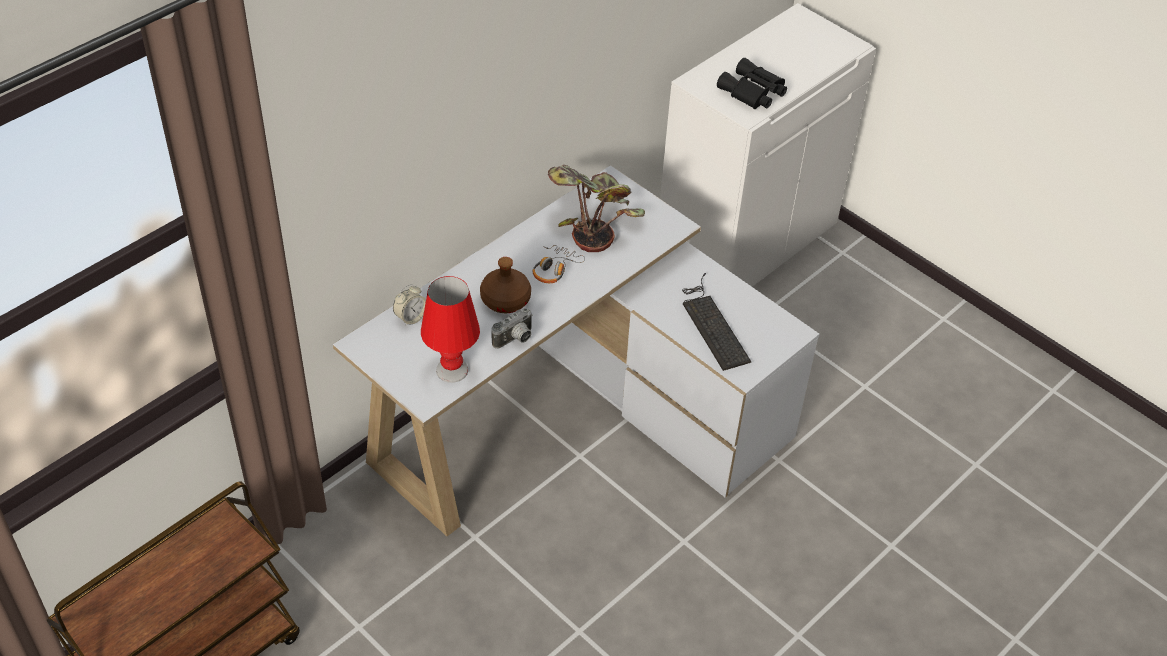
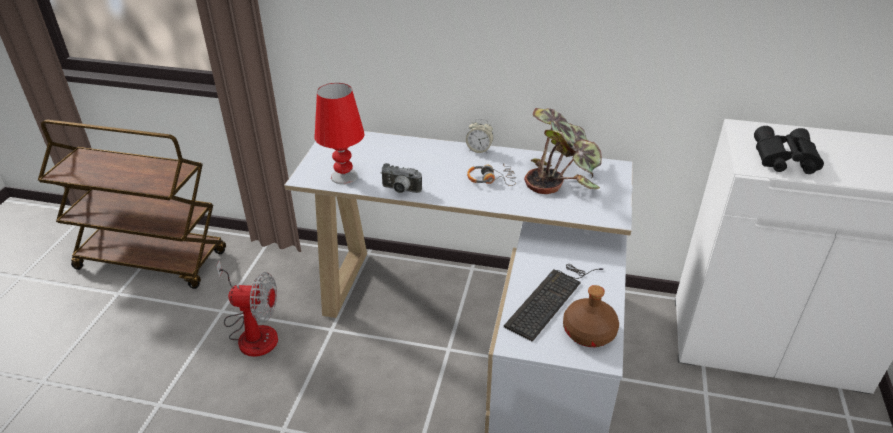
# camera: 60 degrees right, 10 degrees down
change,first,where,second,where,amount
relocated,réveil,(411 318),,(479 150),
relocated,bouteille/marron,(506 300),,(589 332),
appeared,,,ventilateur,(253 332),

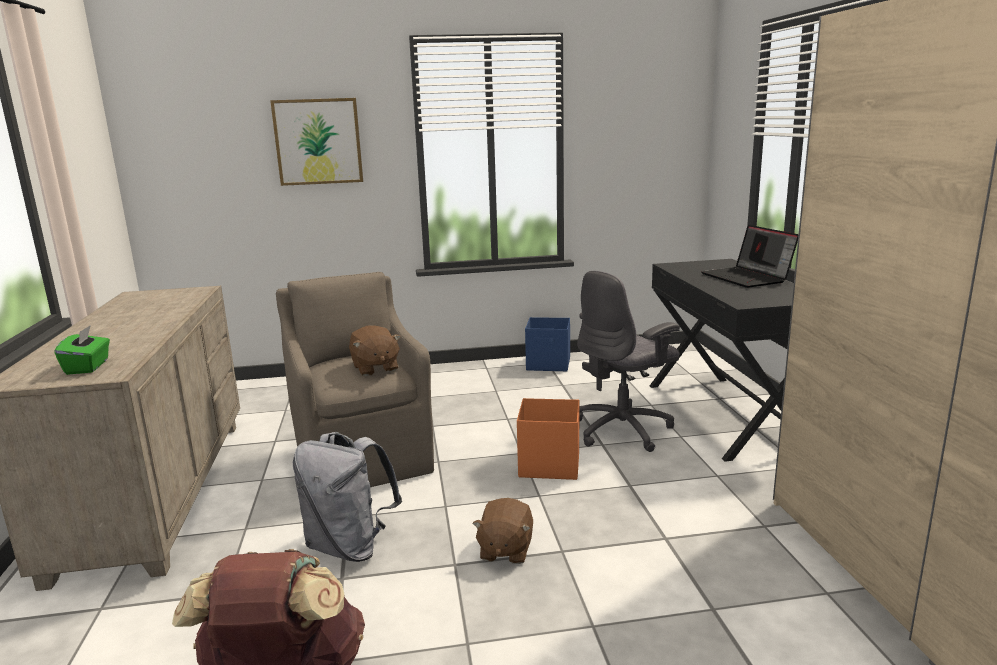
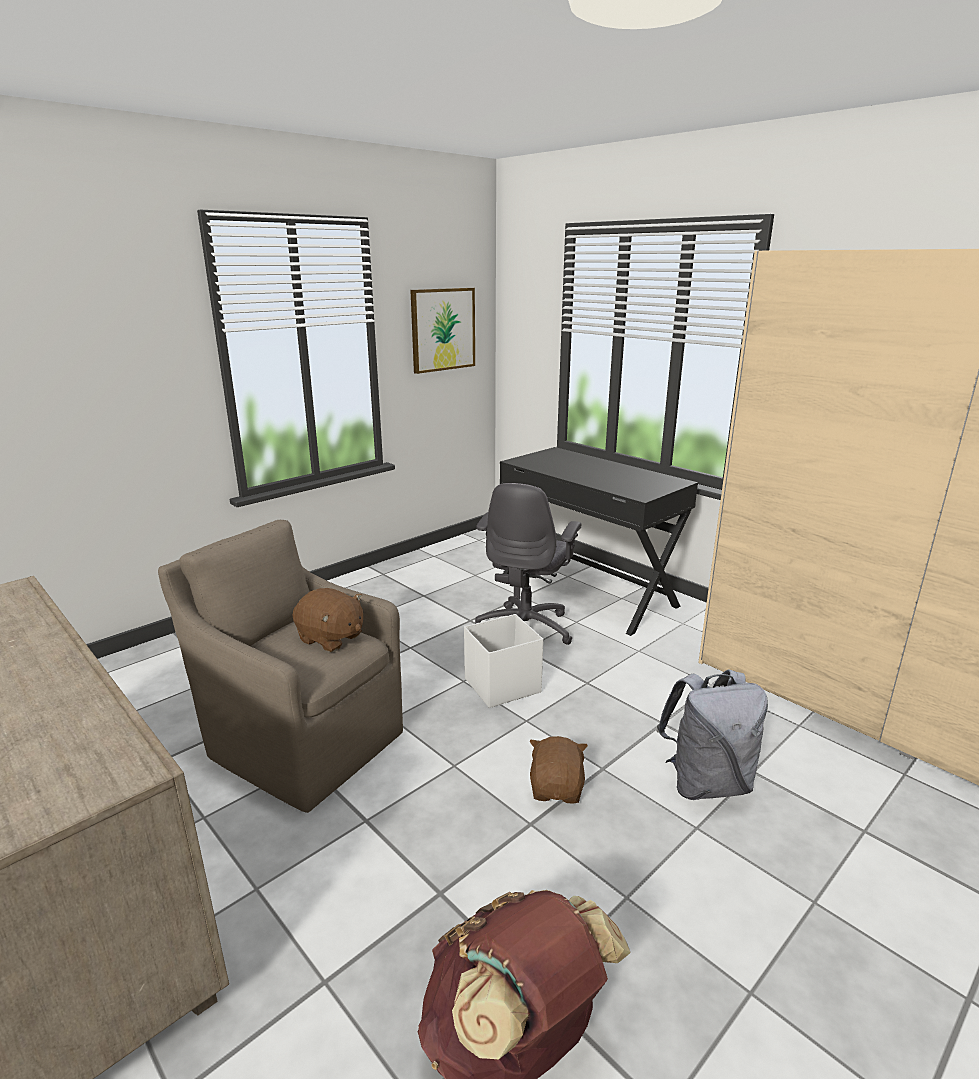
# camera: 35 degrees left, 5 degrees up
change,first,where,second,where,amount
missing,boîte à mouchoirs/vert,(88 367),,,
relocated,tableau,(318 142),,(443 329),
relocated,sac à dos/gris,(350 547),,(706 783),
spun,peluche/marron,(505 550),,(557 788),150 degrees counterclockwise
colour,boîte de rangement/orange,(548 465),boîte de rangement/blanc,(501 686),
missing,boîte de rangement/bleu,(549 364),,,
missing,ordinateur portable,(747 278),,,

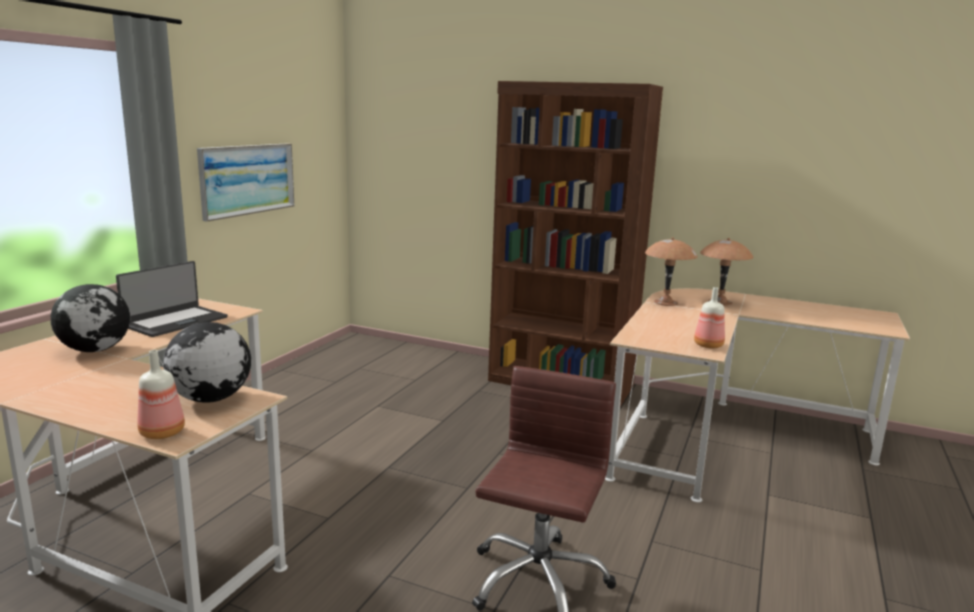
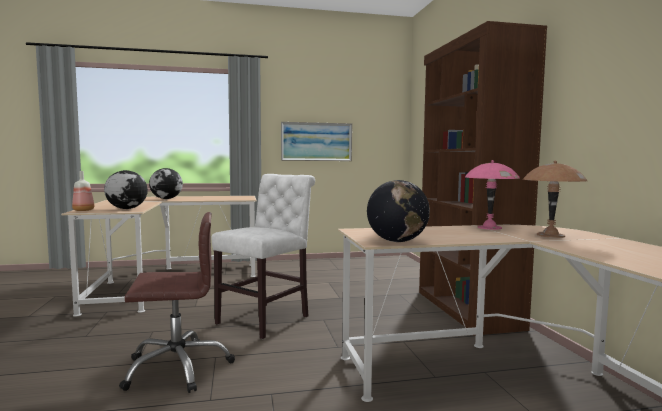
# camera: 55 degrees right, 10 degrees down
change,first,where,second,where,amount
missing,ordinateur portable,(175 321),,,
colour,lampe de table/marron,(665 302),lampe de table/rose,(489 227),
exchanged,bouteille,(708 345),globe,(397 241),
appeared,,,chaise/blanc,(267 319),

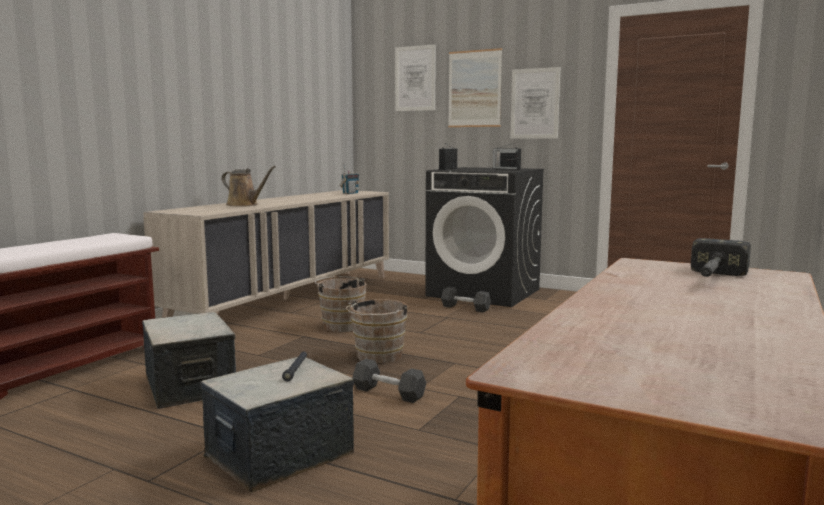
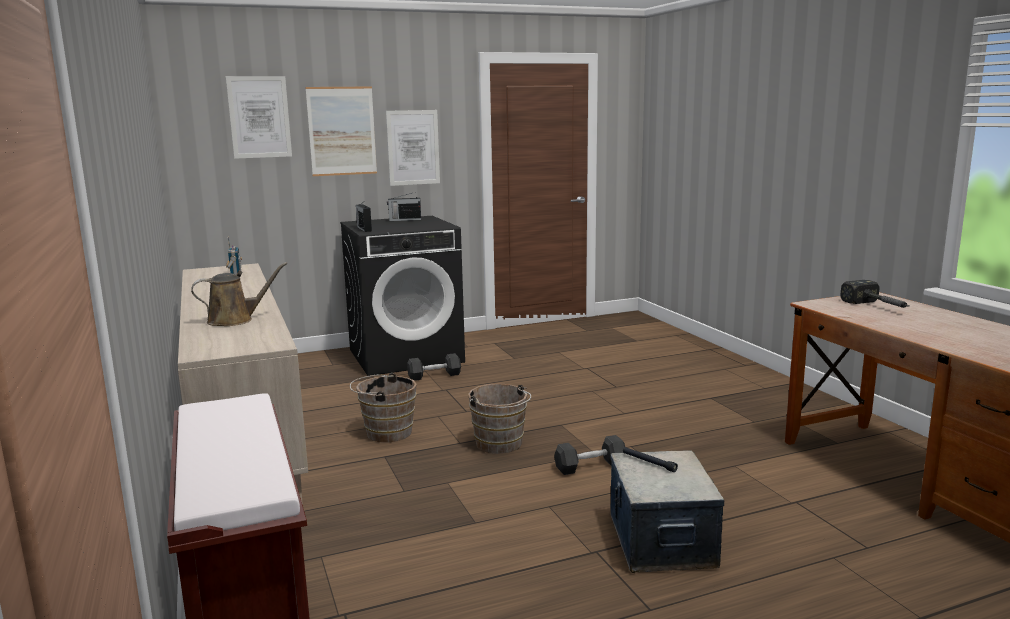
# camera: 50 degrees left, 5 degrees up
change,first,where,second,where,amount
missing,boîte de rangement,(191 386),,,

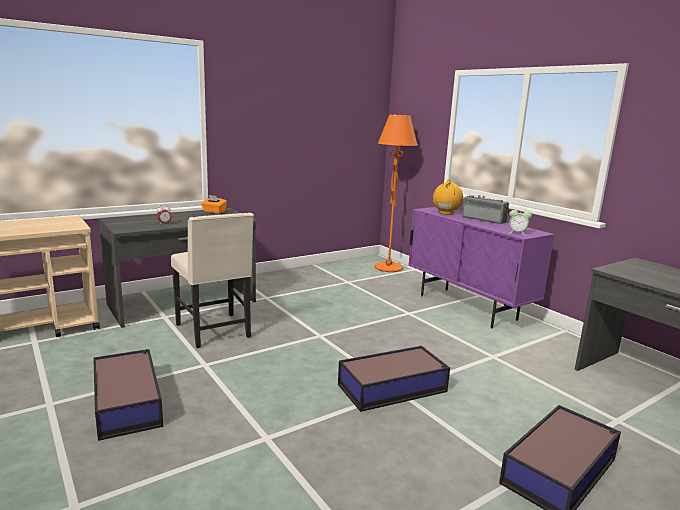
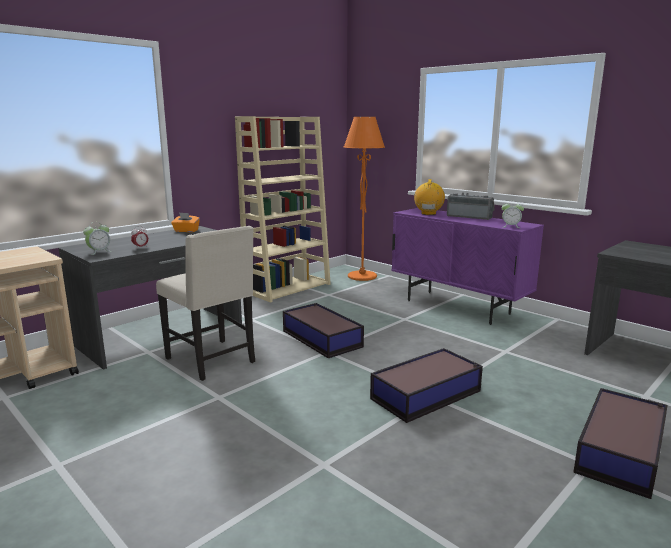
# camera: 10 degrees left, 0 degrees up
change,first,where,second,where,amount
relocated,boîte de rangement,(128 402),,(321 338),
appeared,,,réveil,(99 252),
appeared,,,bibliothèque/beige,(288 288),

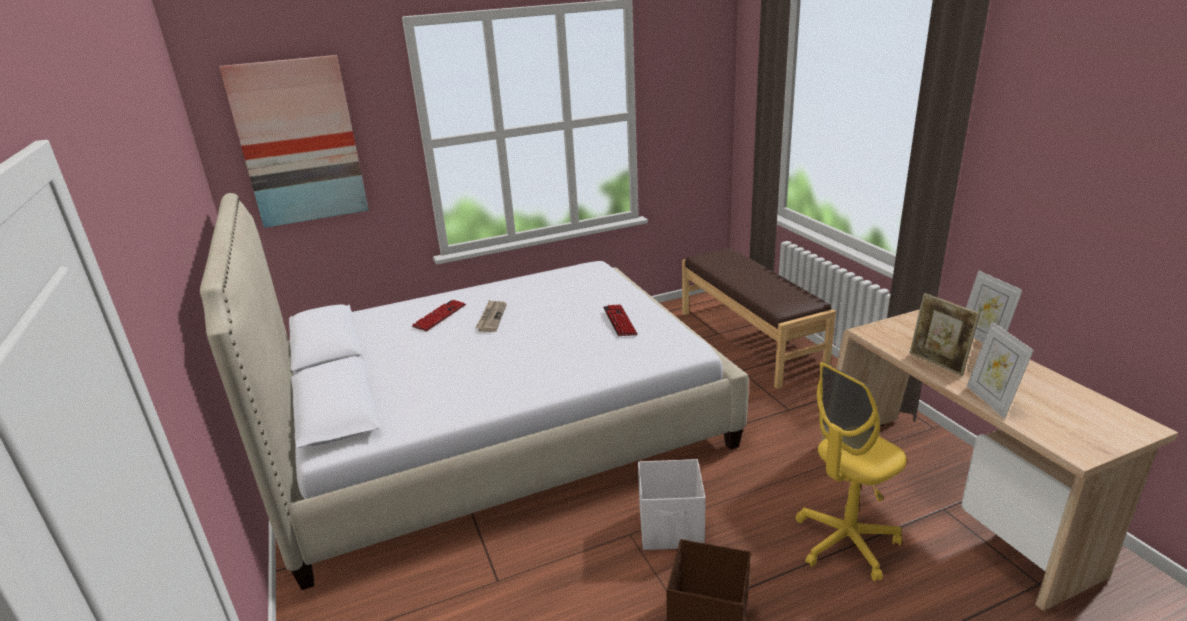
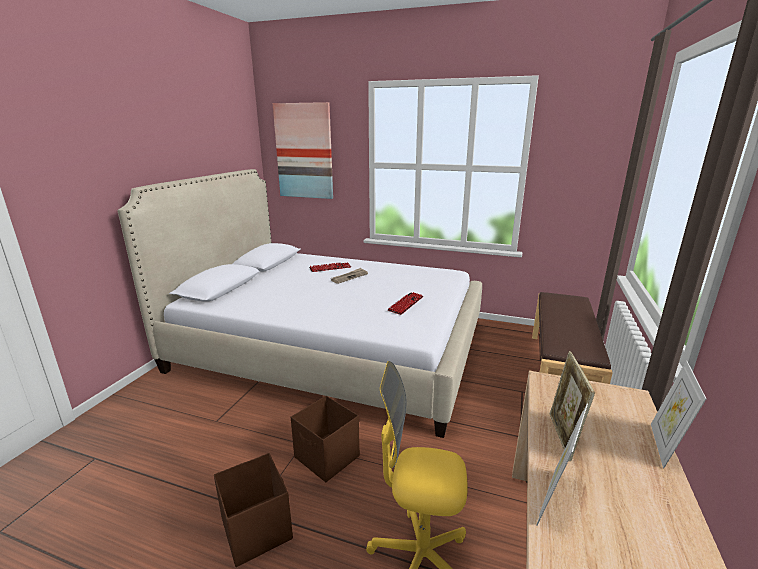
# camera: 40 degrees right, 5 degrees down
change,first,where,second,where,amount
colour,boîte de rangement/blanc,(672 529),boîte de rangement/marron,(327 458),

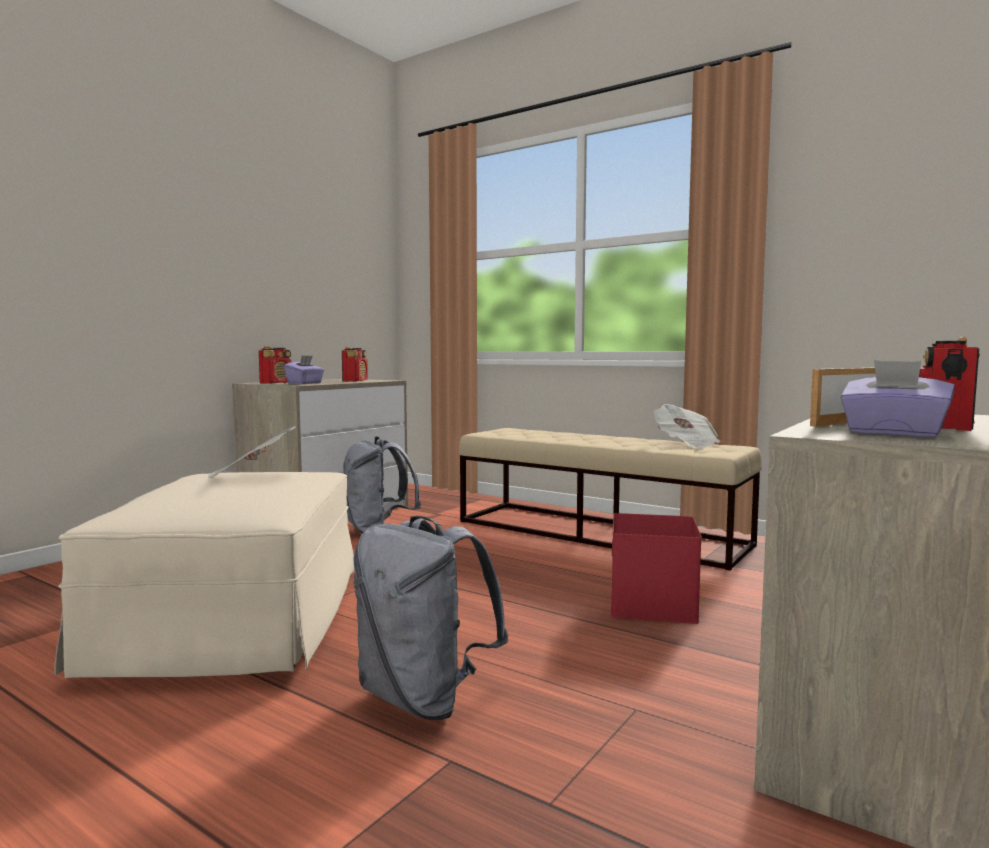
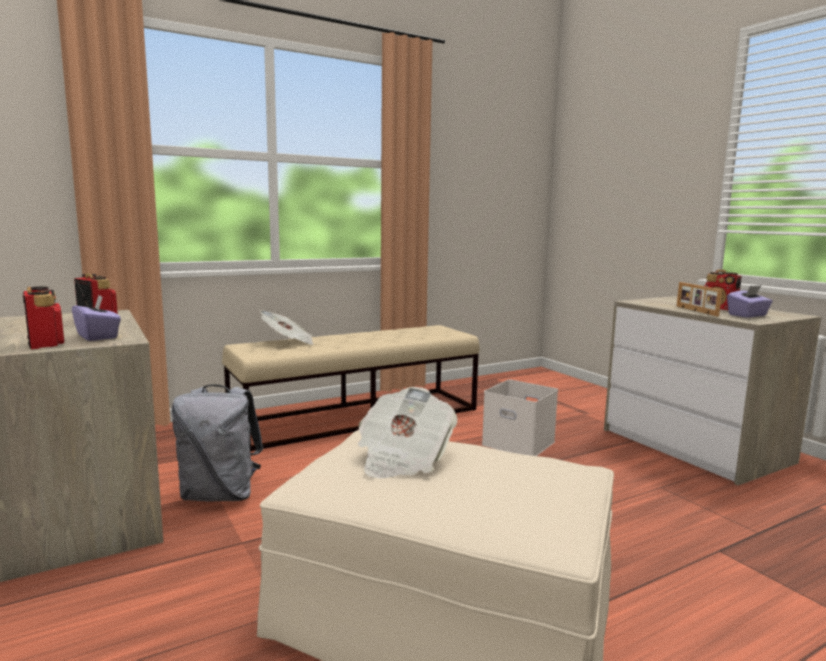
# camera: 65 degrees left, 5 degrees up
change,first,where,second,where,amount
missing,sac à dos/gris,(424 699),,,
colour,boîte de rangement/rouge,(654 605),boîte de rangement/blanc,(520 443),
relocated,journal,(685 444),,(288 342),

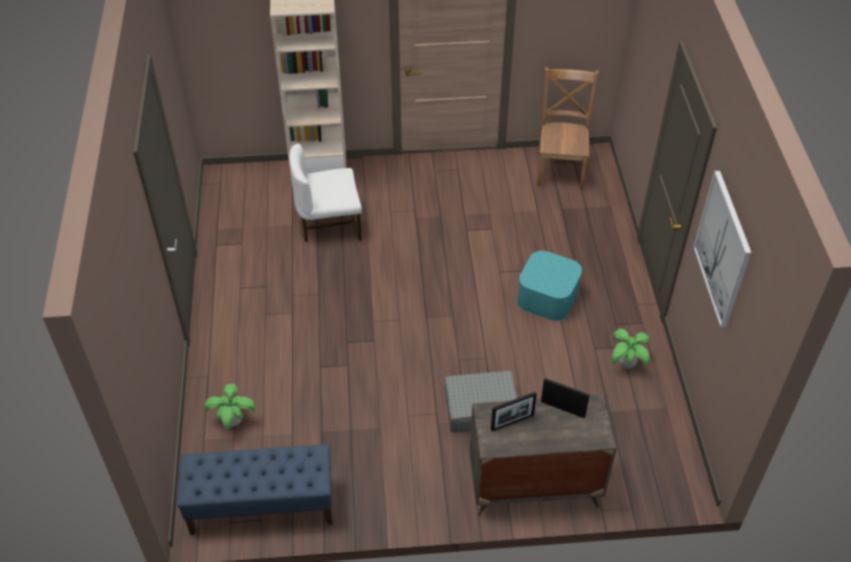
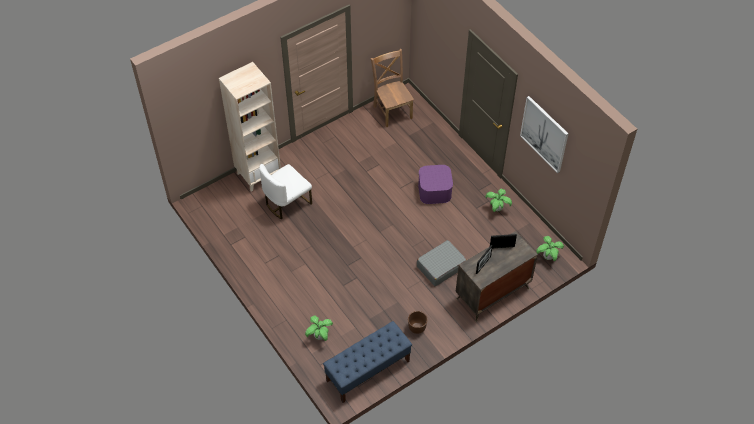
# camera: 30 degrees left, 5 degrees up
change,first,where,second,where,amount
colour,boîte de rangement/turquoise,(547 297),boîte de rangement/violet,(434 191),
appeared,,,cache-pot/marron,(417 328),
appeared,,,plante en pot,(548 257),

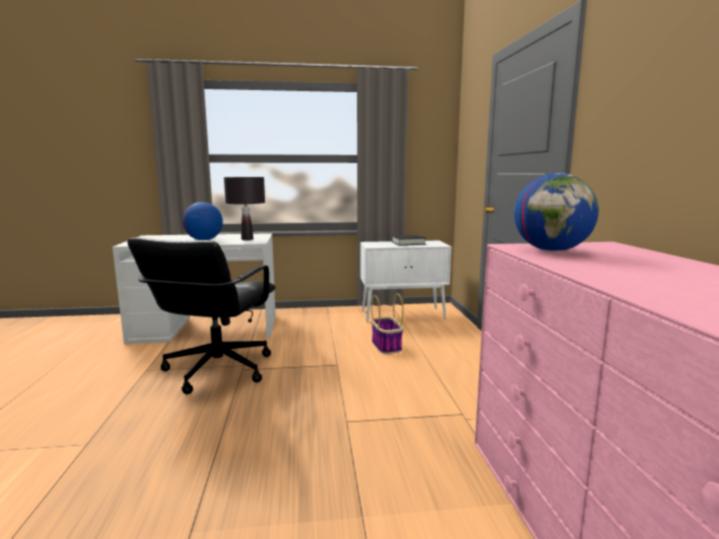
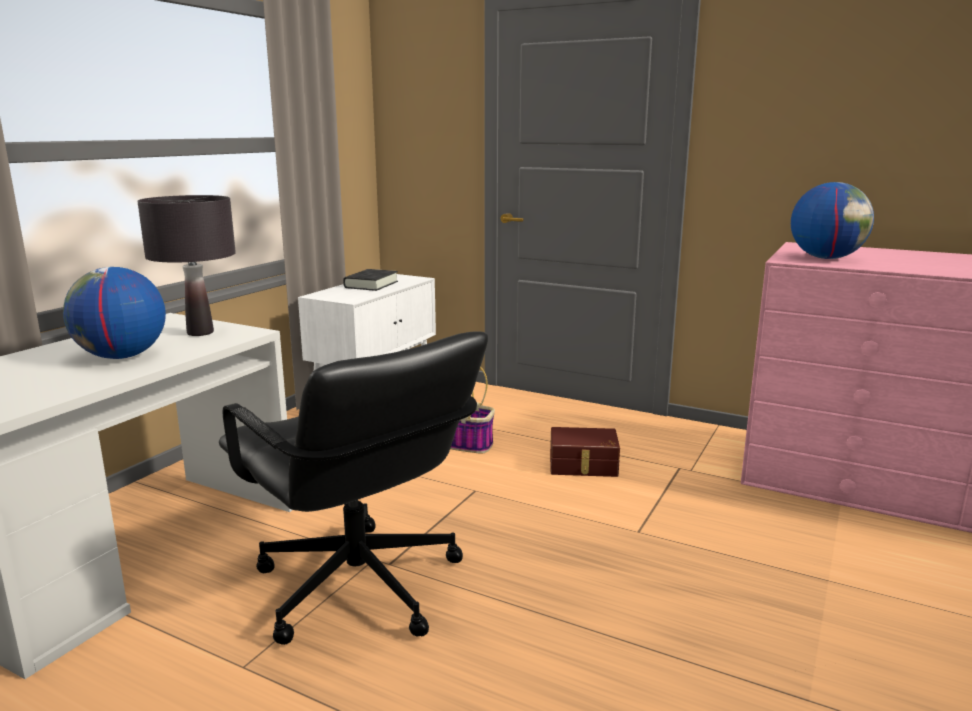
# camera: 55 degrees left, 5 degrees up
change,first,where,second,where,amount
appeared,,,boîte de rangement/marron,(583 466),

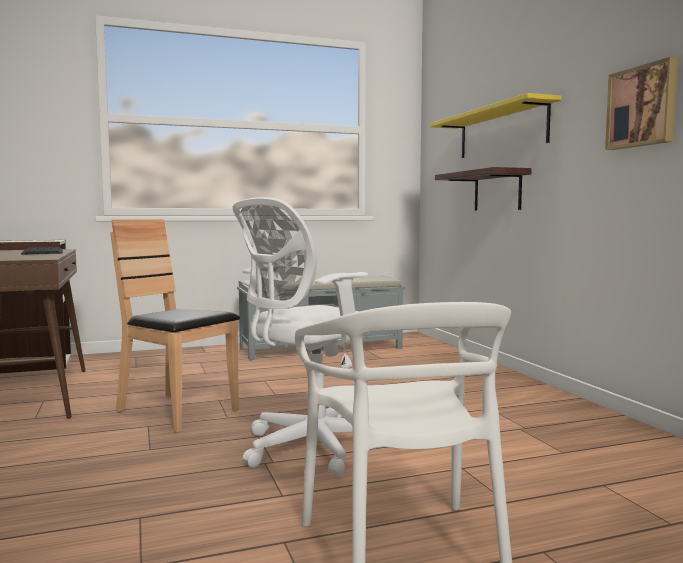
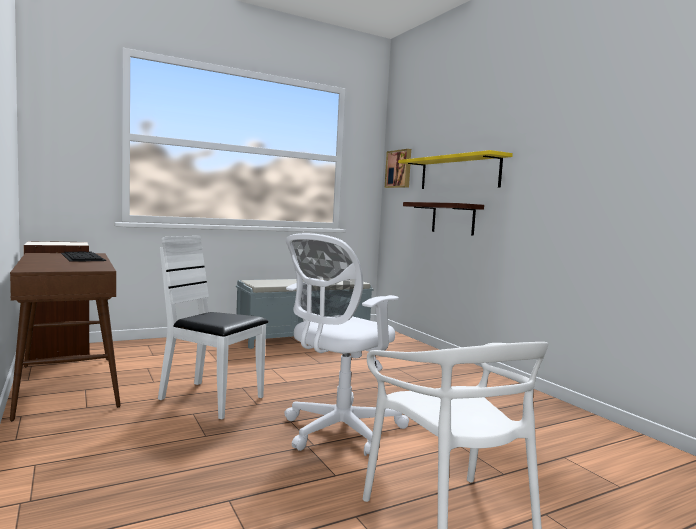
# camera: 10 degrees left, 0 degrees up
change,first,where,second,where,amount
colour,chaise/marron,(176 412),chaise/blanc,(211 399),
relocated,tableau,(643 106),,(399 169),

